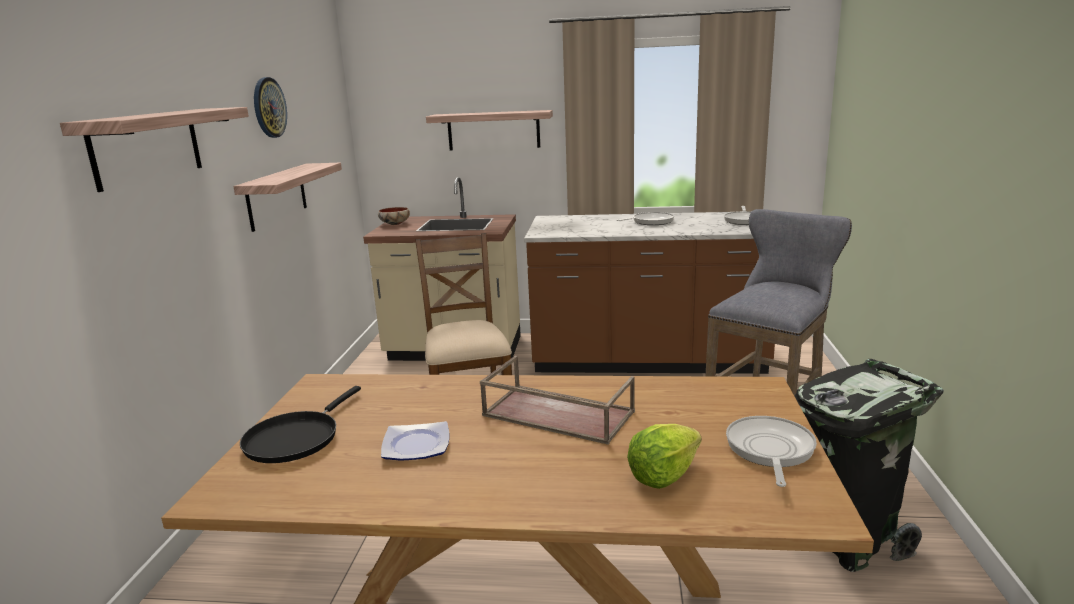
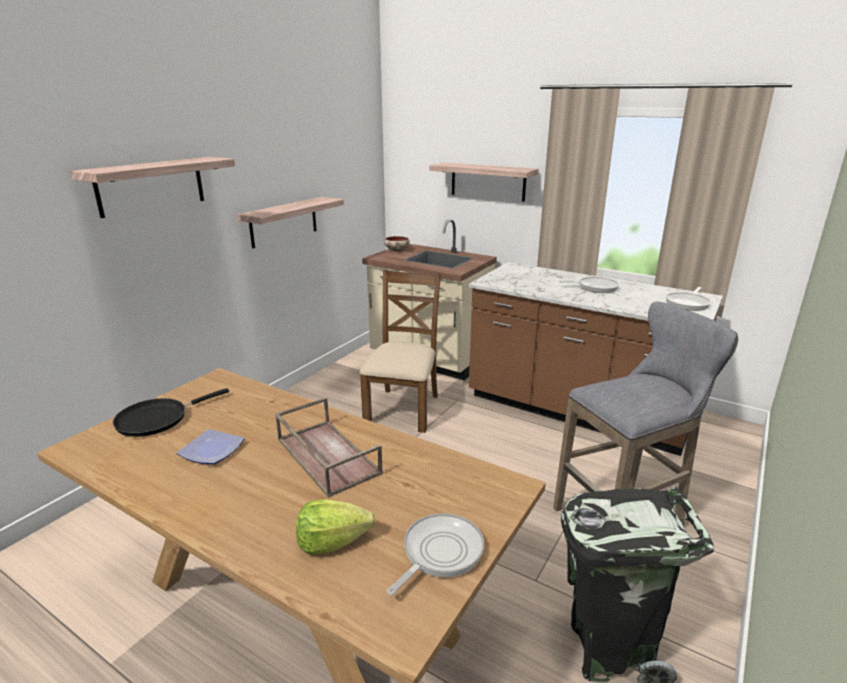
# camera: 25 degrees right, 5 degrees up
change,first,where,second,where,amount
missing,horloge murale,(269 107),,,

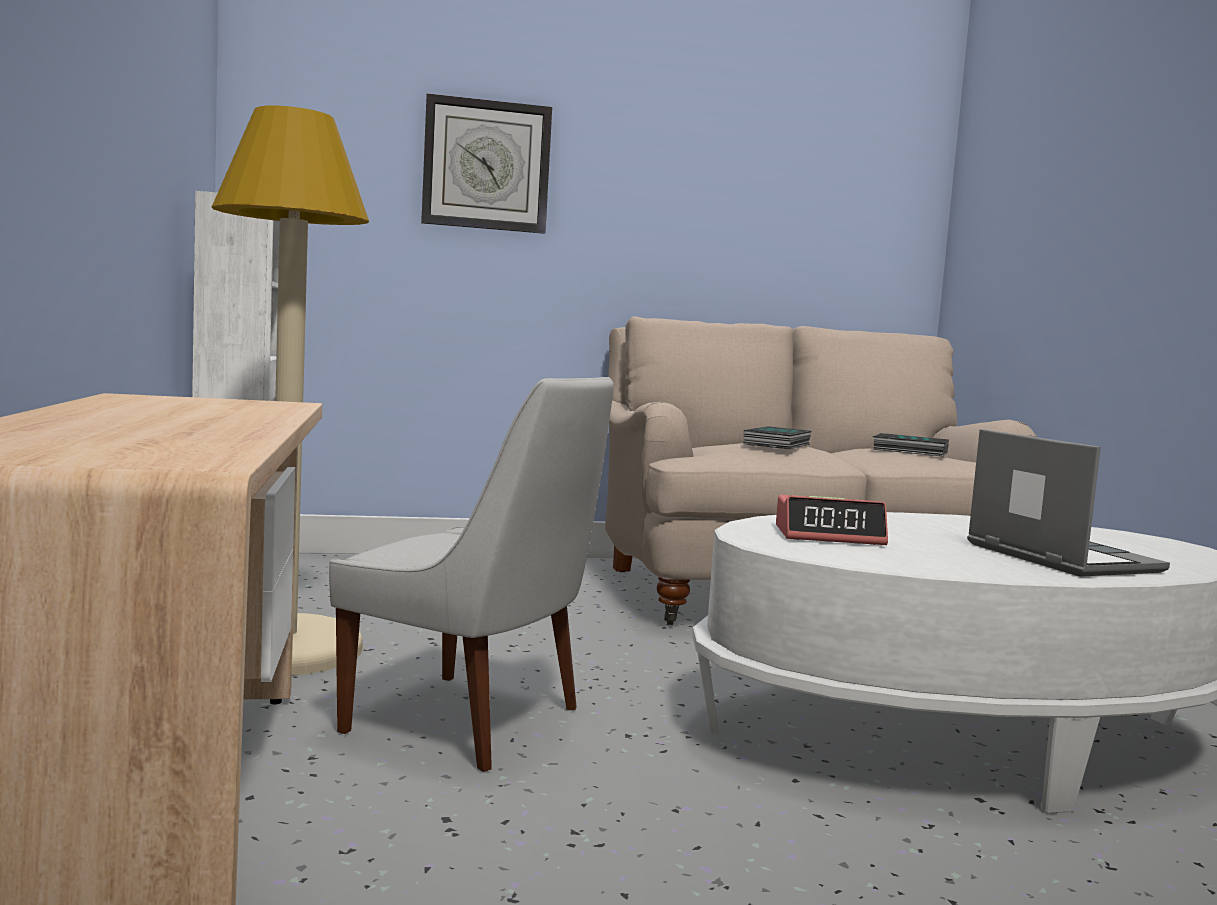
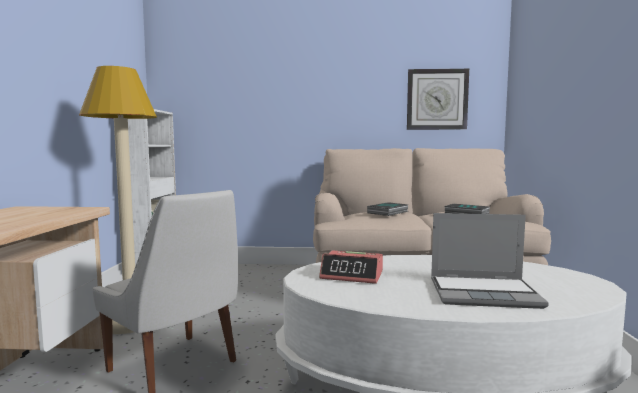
# camera: 15 degrees right, 0 degrees up
change,first,where,second,where,amount
relocated,horloge murale,(486 165),,(437 99),
spun,ordinateur portable,(1058 557),,(484 293),105 degrees clockwise

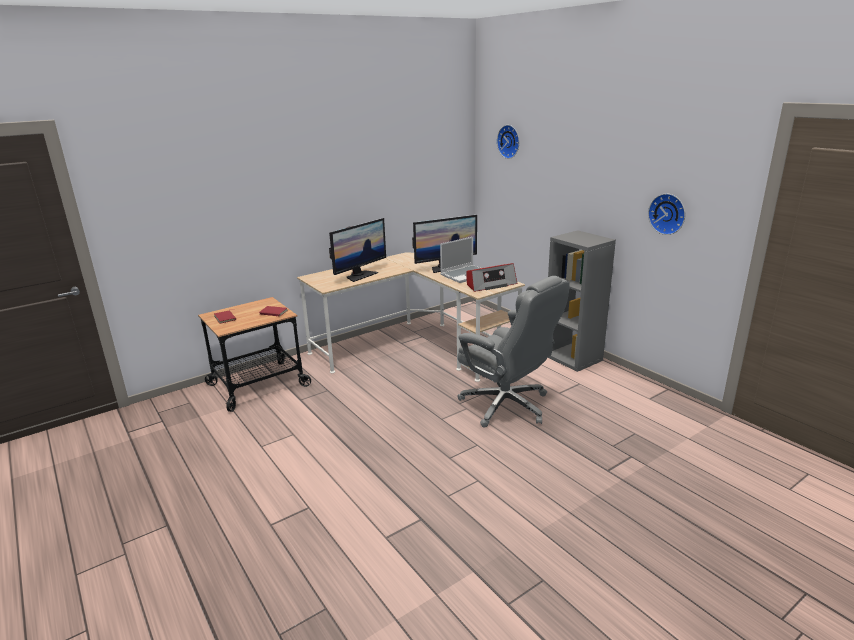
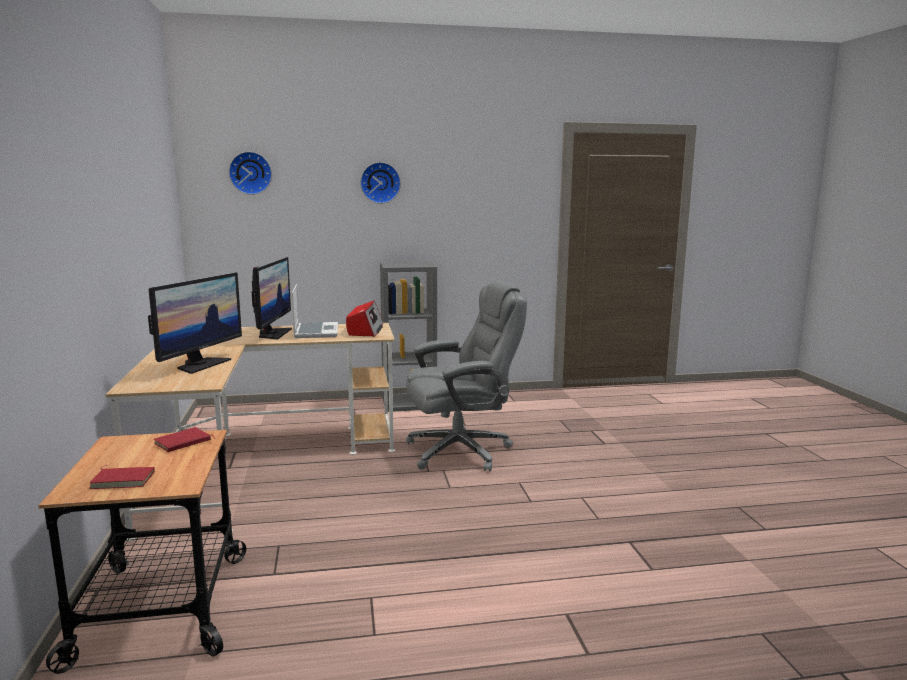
# camera: 65 degrees left, 10 degrees down
change,first,where,second,where,amount
spun,écran d'ordinateur,(359 275),,(200 365),45 degrees clockwise
relocated,horloge murale,(668 213),,(380 182),

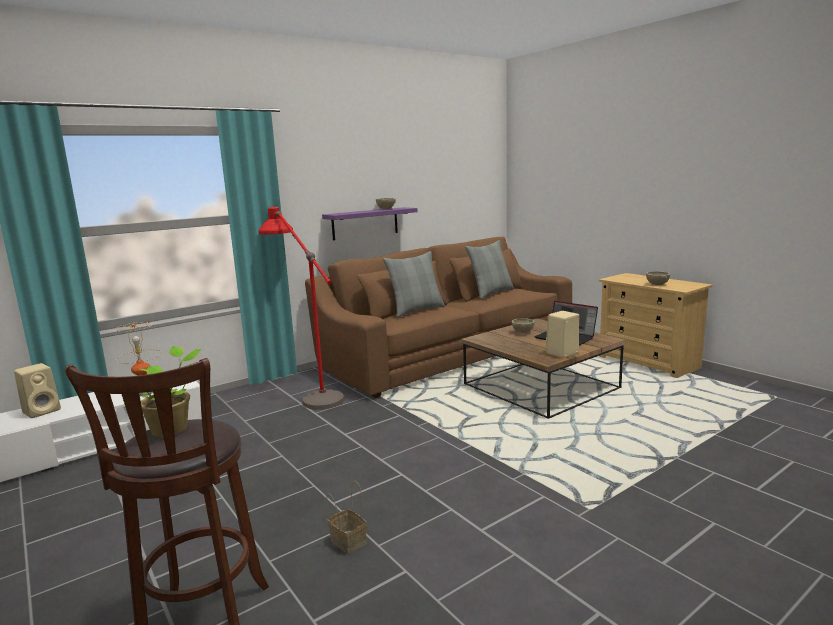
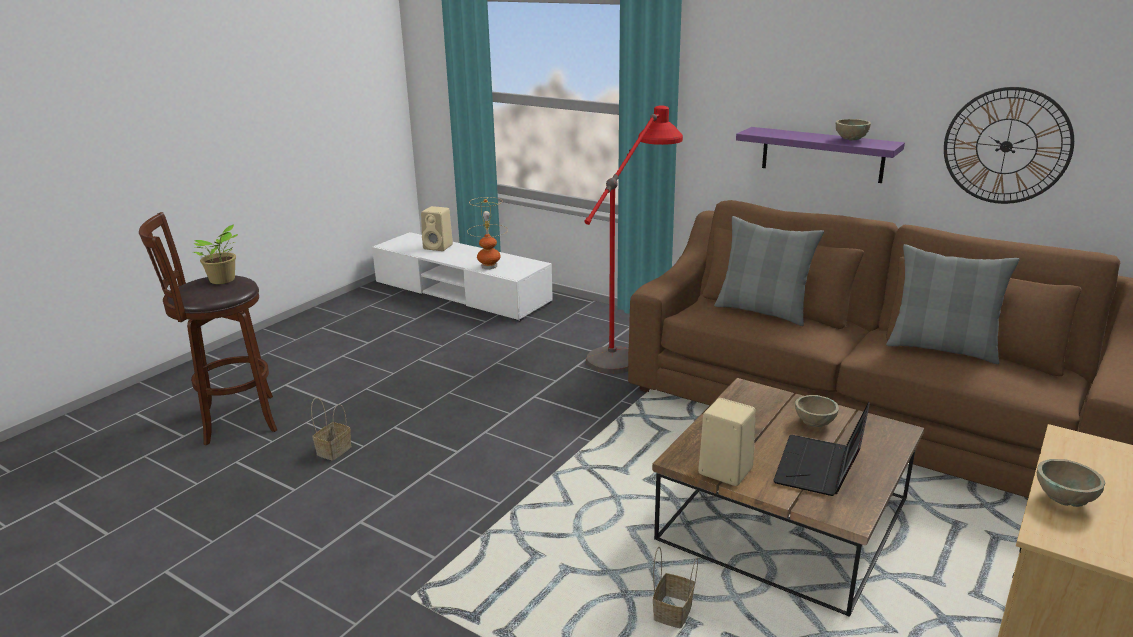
# camera: 70 degrees right, 10 degrees up
change,first,where,second,where,amount
appeared,,,panier,(673 614),
appeared,,,horloge murale,(1006 146),

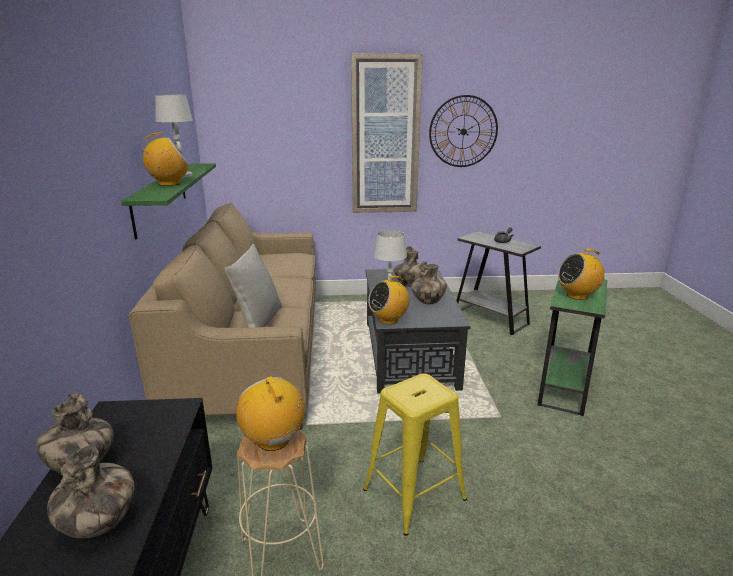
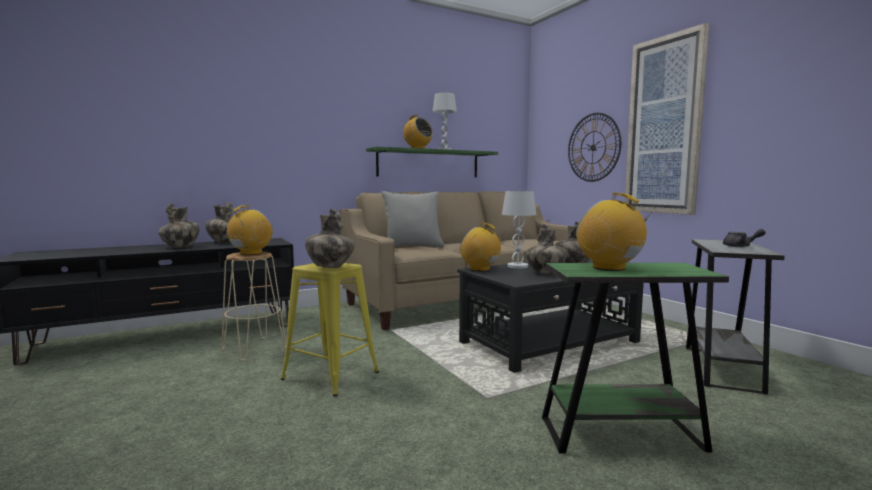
# camera: 65 degrees right, 15 degrees down
change,first,where,second,where,amount
relocated,horloge murale,(463 131),,(593 147),
appeared,,,vase,(330 267),

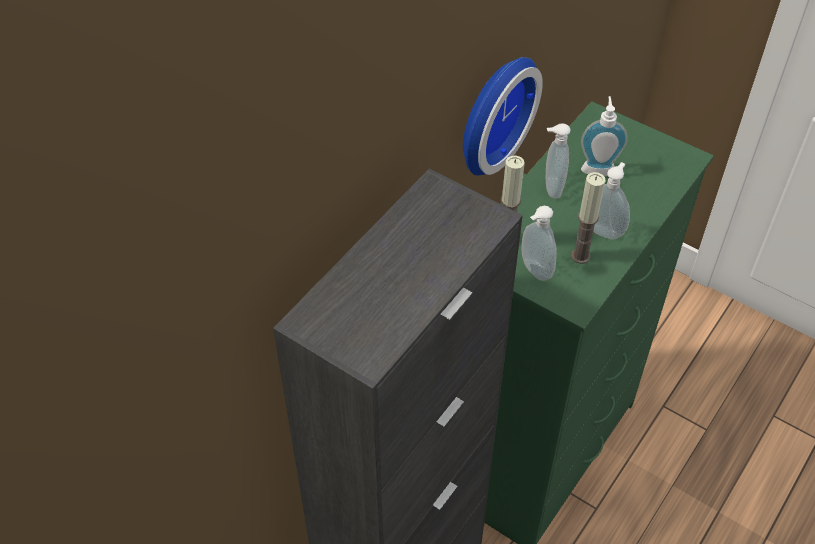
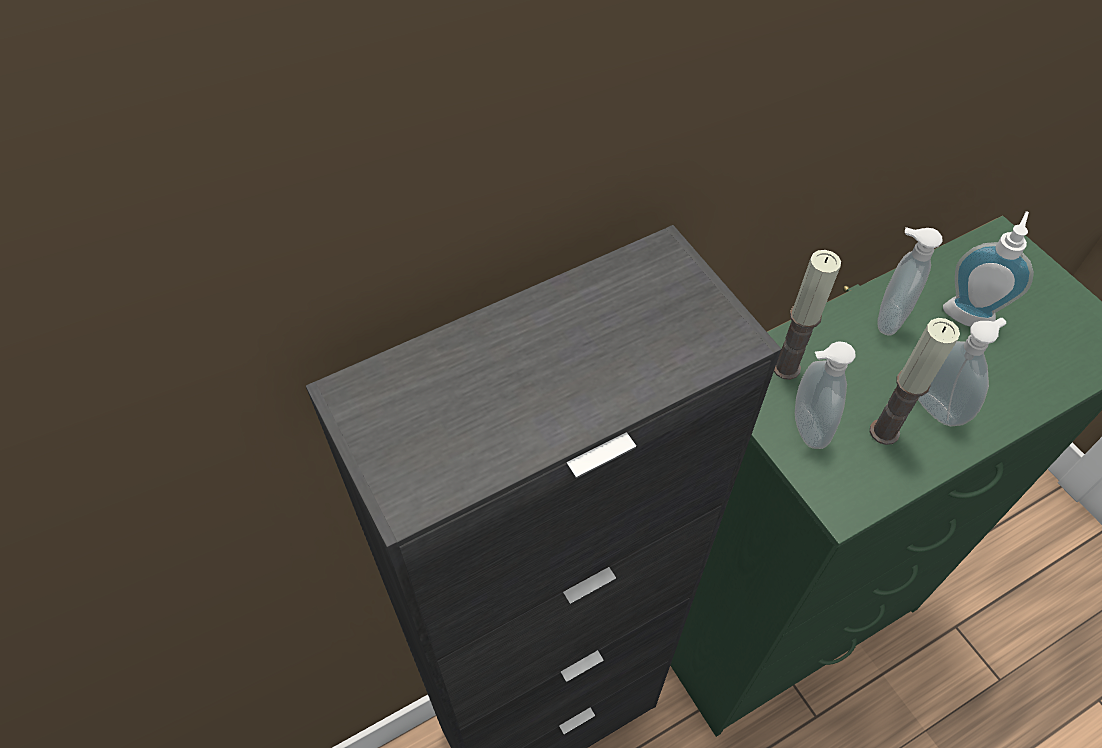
# camera: 25 degrees right, 5 degrees up
change,first,where,second,where,amount
missing,horloge murale,(491 112),,,

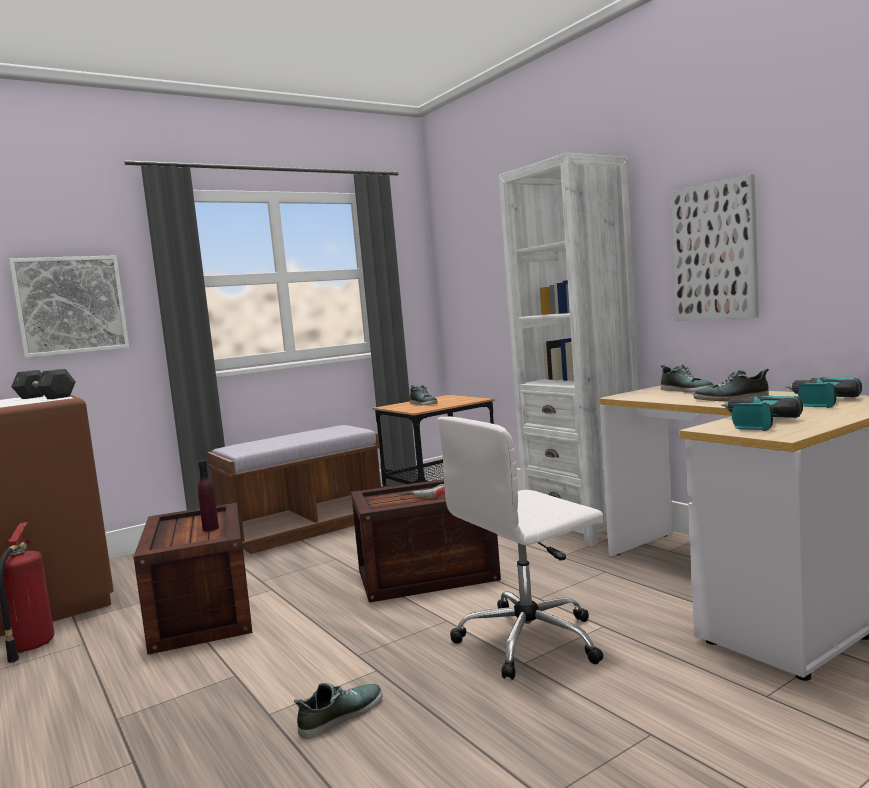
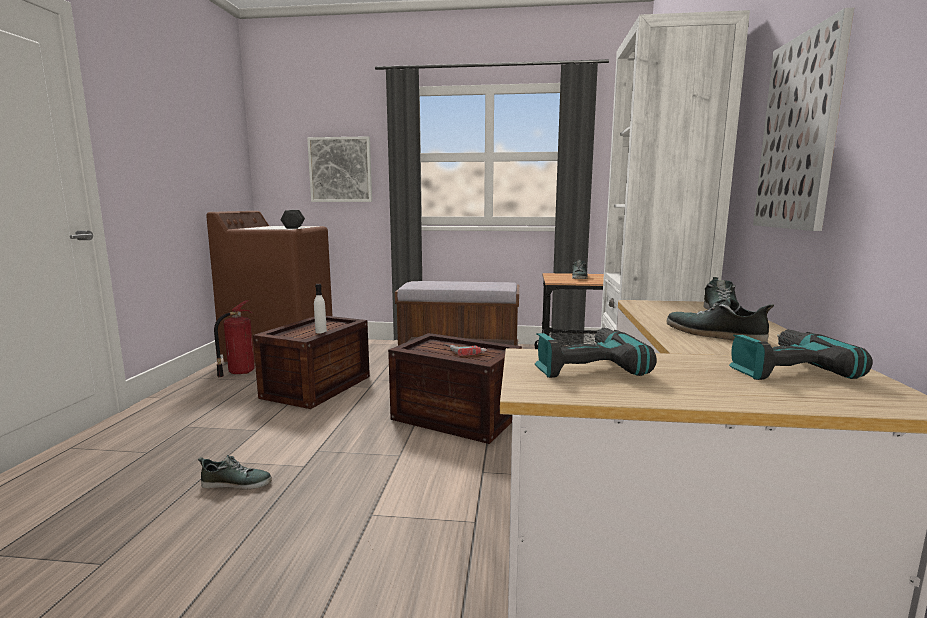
# camera: 40 degrees right, 5 degrees up
change,first,where,second,where,amount
colour,bouteille/violet,(210 528),bouteille/blanc,(321 332),
missing,chaise de bureau/blanc,(531 640),,,

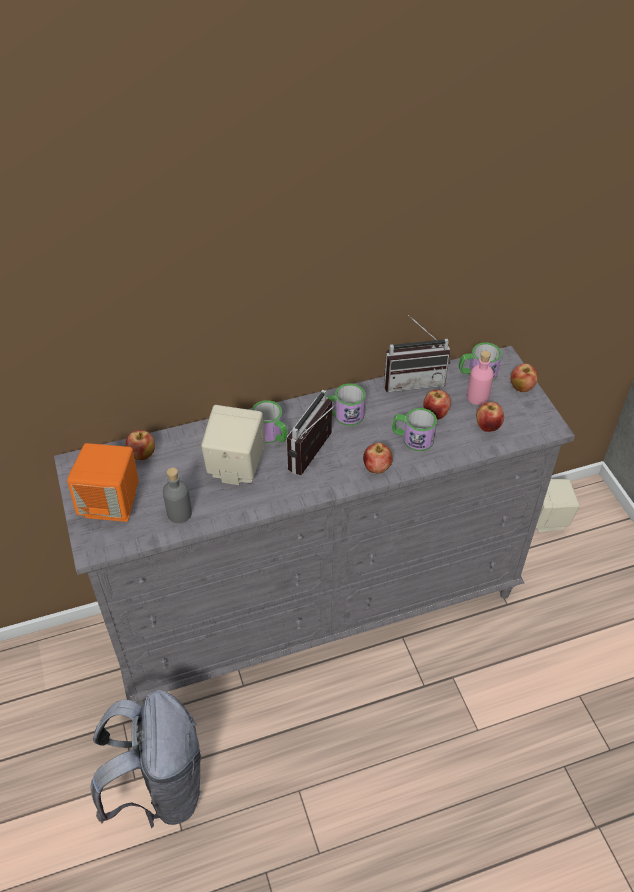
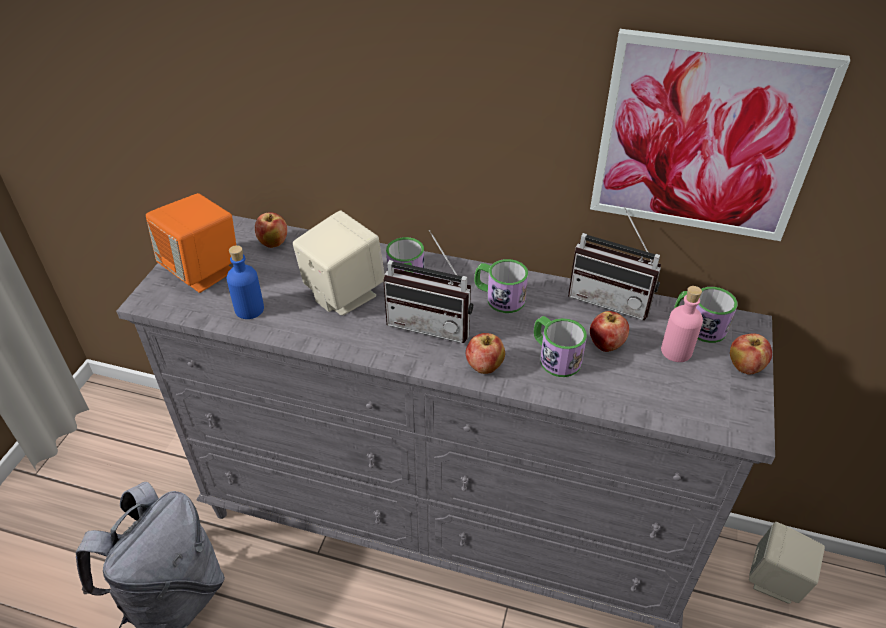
# camera: 35 degrees right, 5 degrees down
change,first,where,second,where,amount
colour,bouteille/gris,(179 513),bouteille/bleu,(249 309),
spun,radio,(316 455),,(432 323),135 degrees counterclockwise
missing,pomme,(488 426),,,
appeared,,,tableau,(705 138),

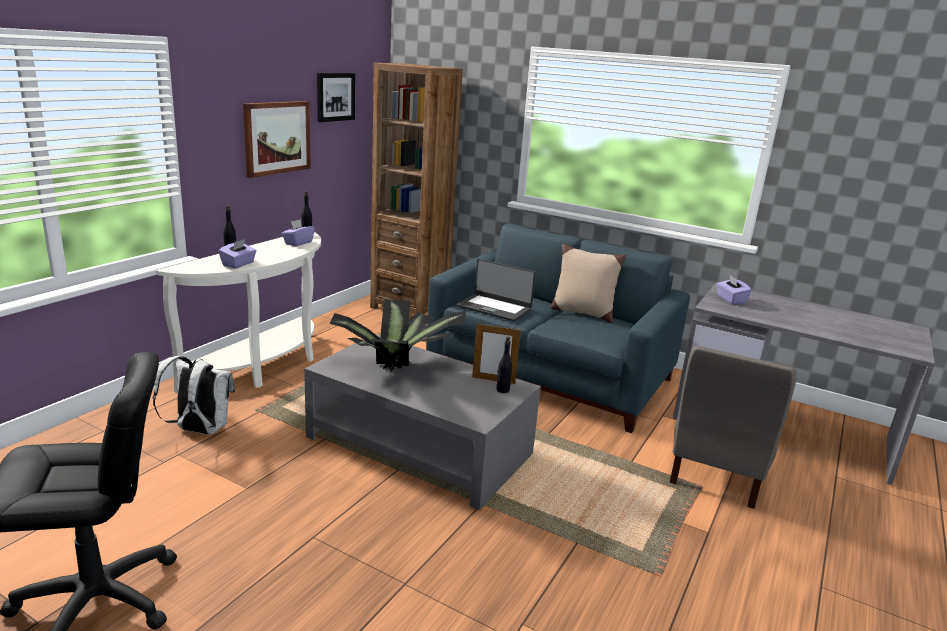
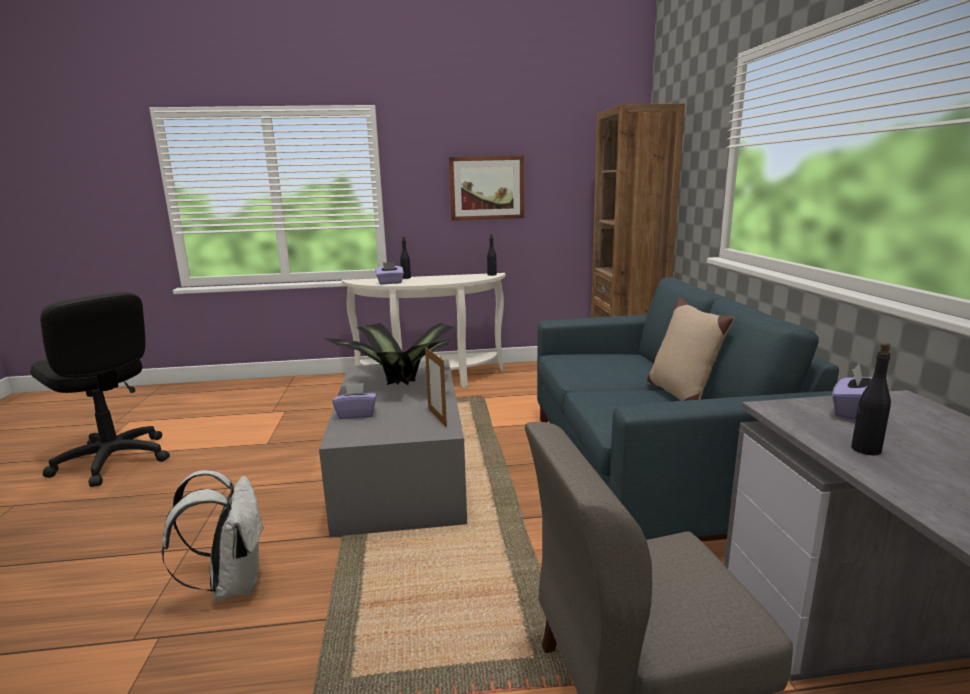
# camera: 55 degrees right, 5 degrees down
change,first,where,second,where,amount
relocated,sac à dos/blanc,(199 430),,(232 583),
relocated,boîte à mouchoirs/violet,(298 243),,(356 414),
missing,tableau,(335 97),,,
missing,ordinateur portable,(494 307),,,
relocated,bouteille/noir,(502 390),,(865 449),

